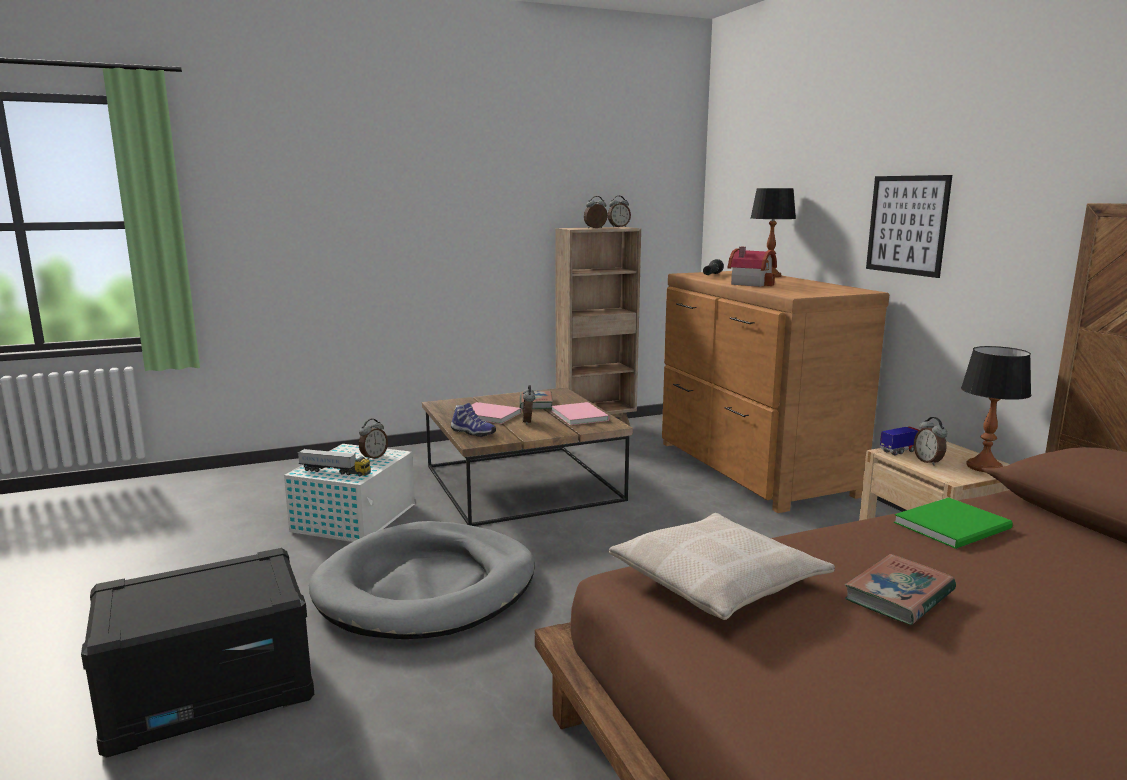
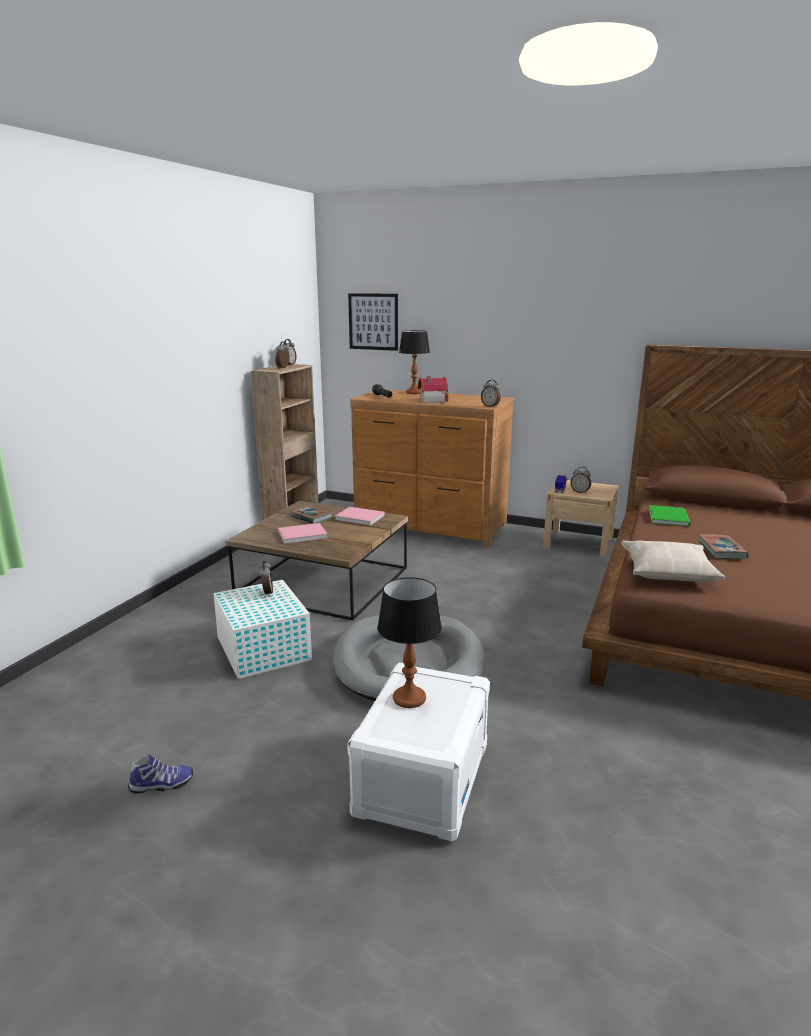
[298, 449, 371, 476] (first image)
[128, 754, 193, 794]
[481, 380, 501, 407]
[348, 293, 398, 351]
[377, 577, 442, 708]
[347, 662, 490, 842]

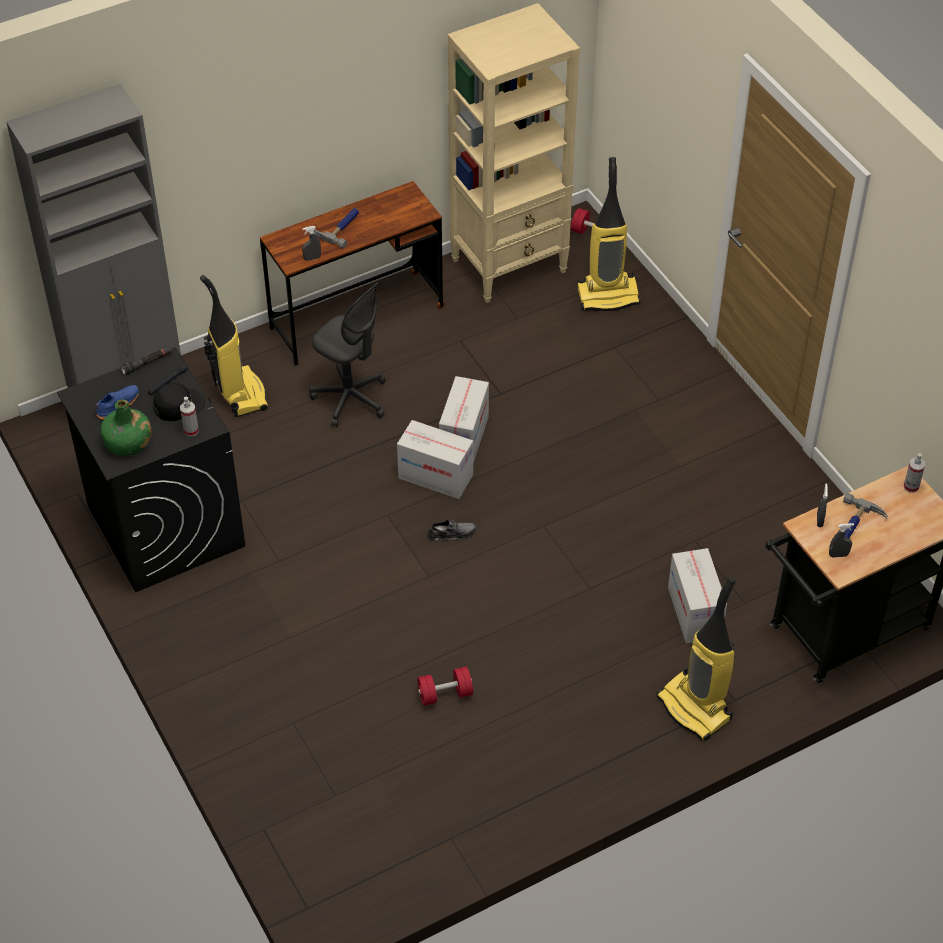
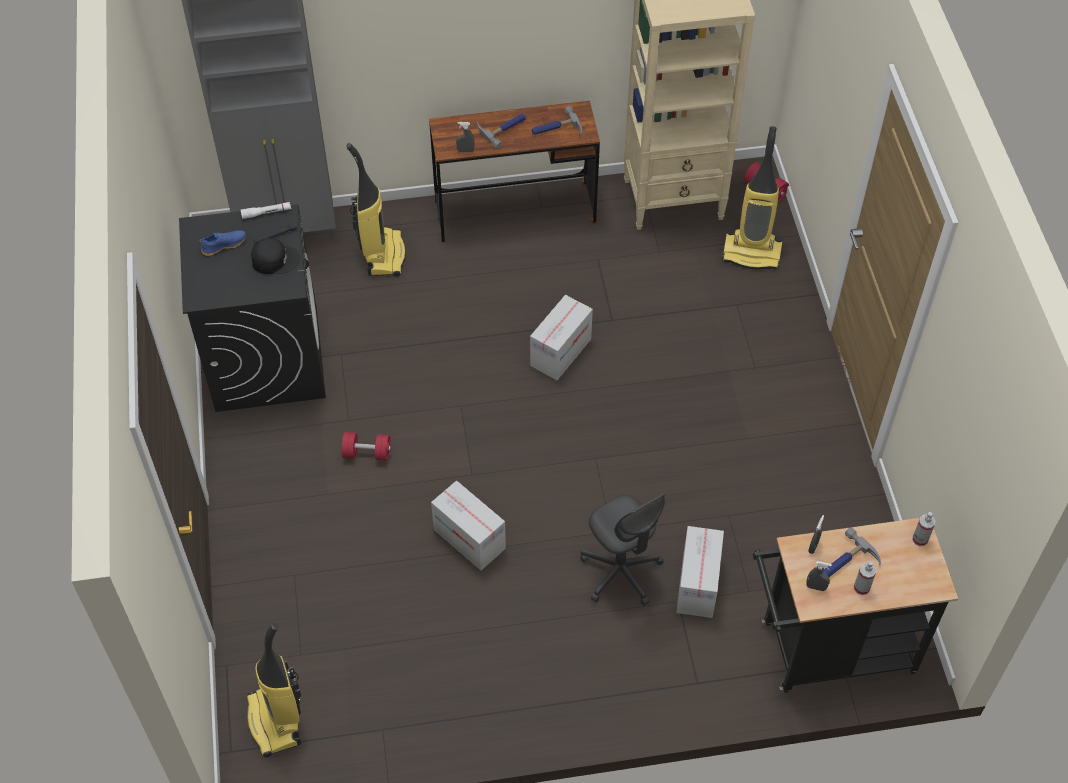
[100, 399, 151, 456] (first image)
[428, 518, 476, 541] (first image)
[532, 106, 582, 136]
[854, 561, 876, 595]
[580, 492, 666, 606]
[431, 481, 506, 570]
[342, 432, 391, 461]
[247, 623, 301, 757]
[241, 202, 291, 219]

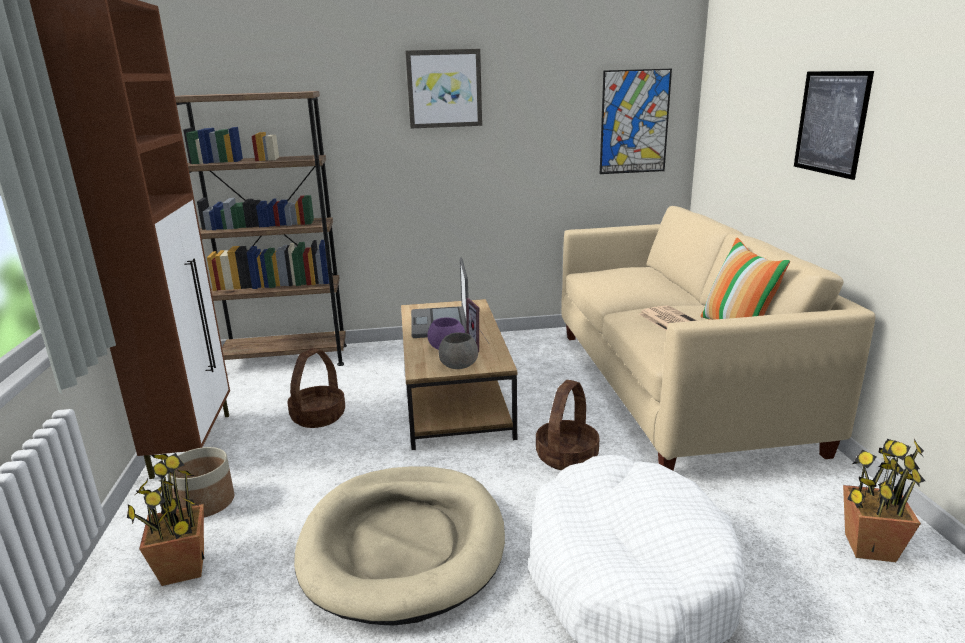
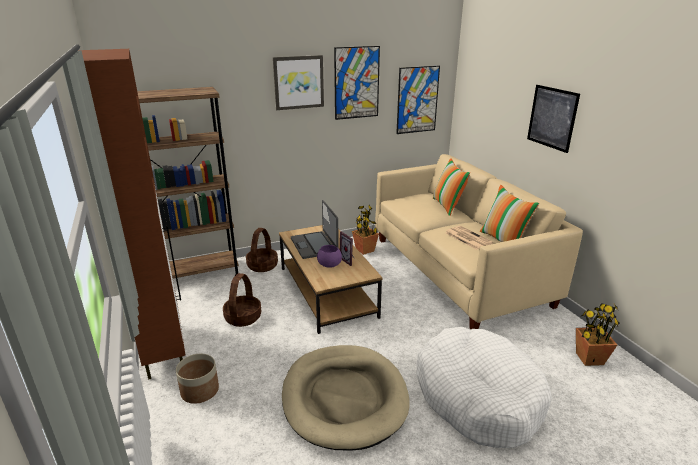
[438, 332, 478, 369] (first image)
[334, 46, 380, 120]
[433, 158, 470, 216]
[352, 205, 379, 255]
[246, 228, 278, 272]

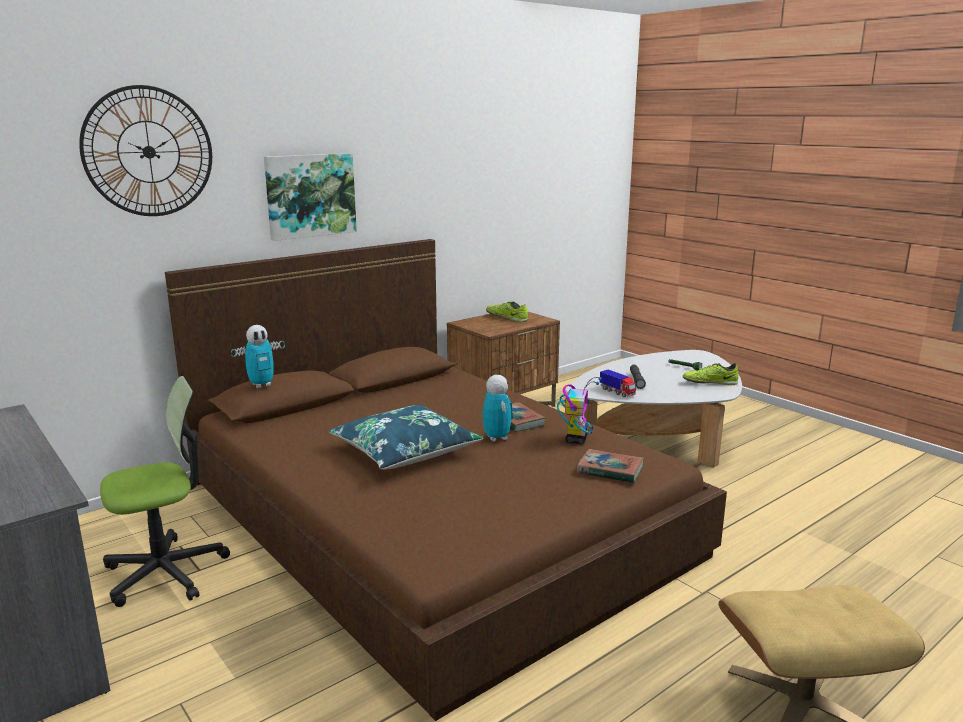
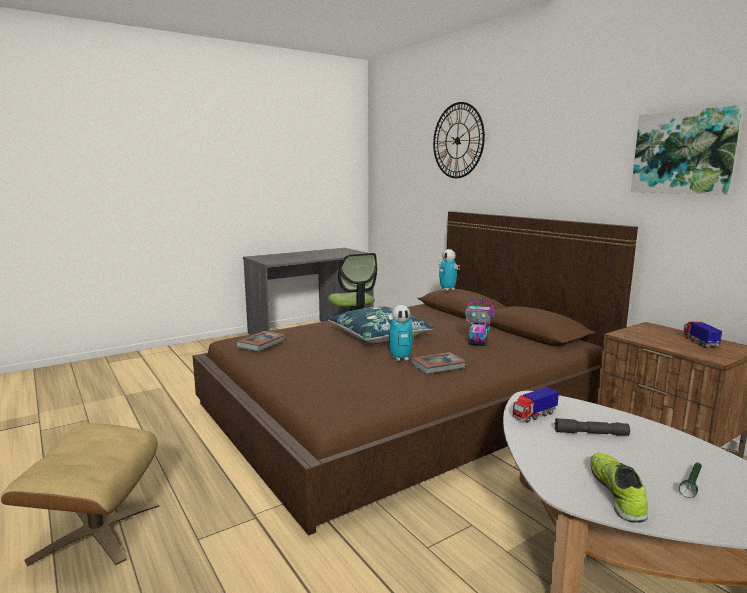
[631, 105, 743, 195]
[465, 297, 495, 346]
[236, 331, 285, 352]
[684, 322, 722, 348]

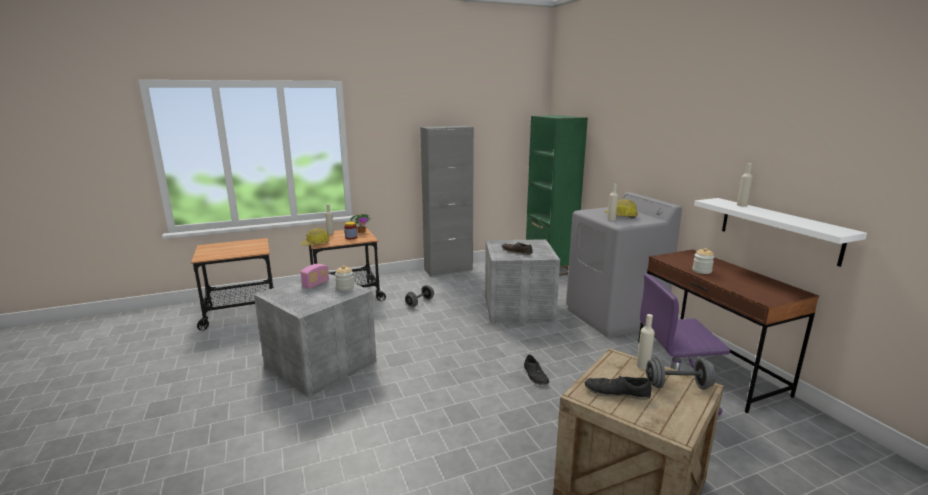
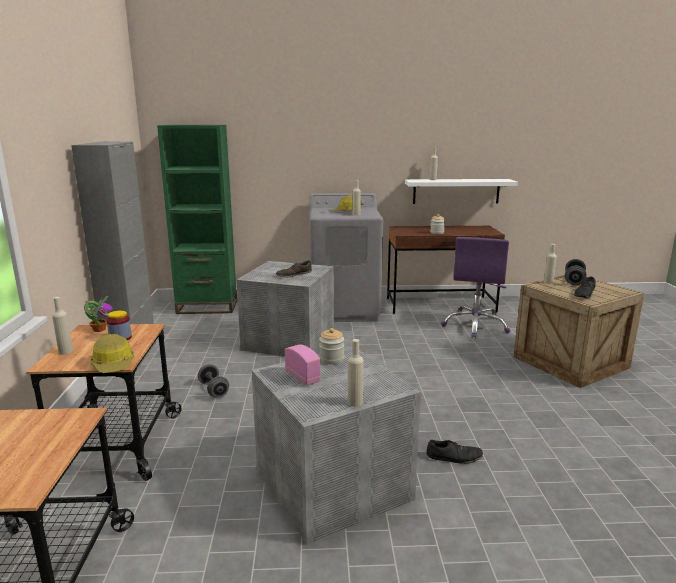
[347, 339, 364, 407]
[426, 440, 483, 464]

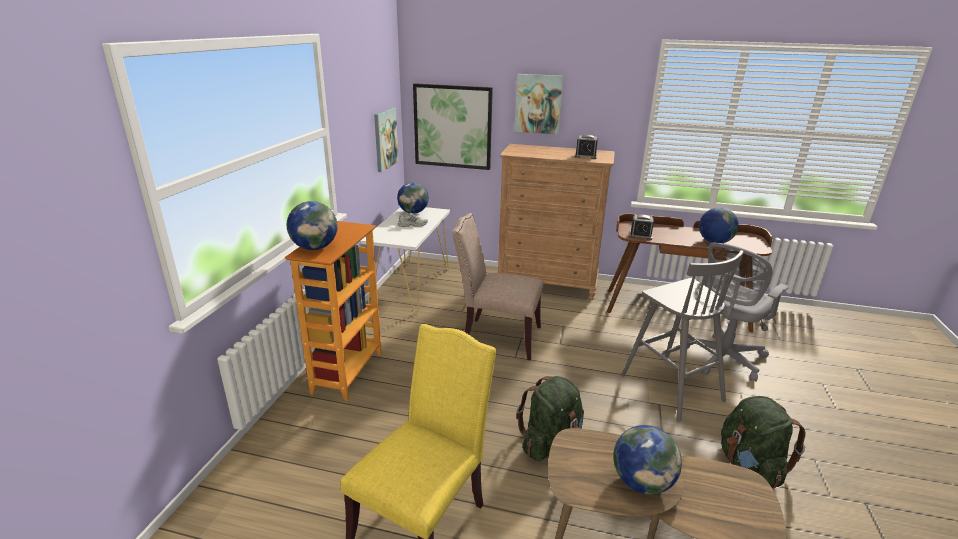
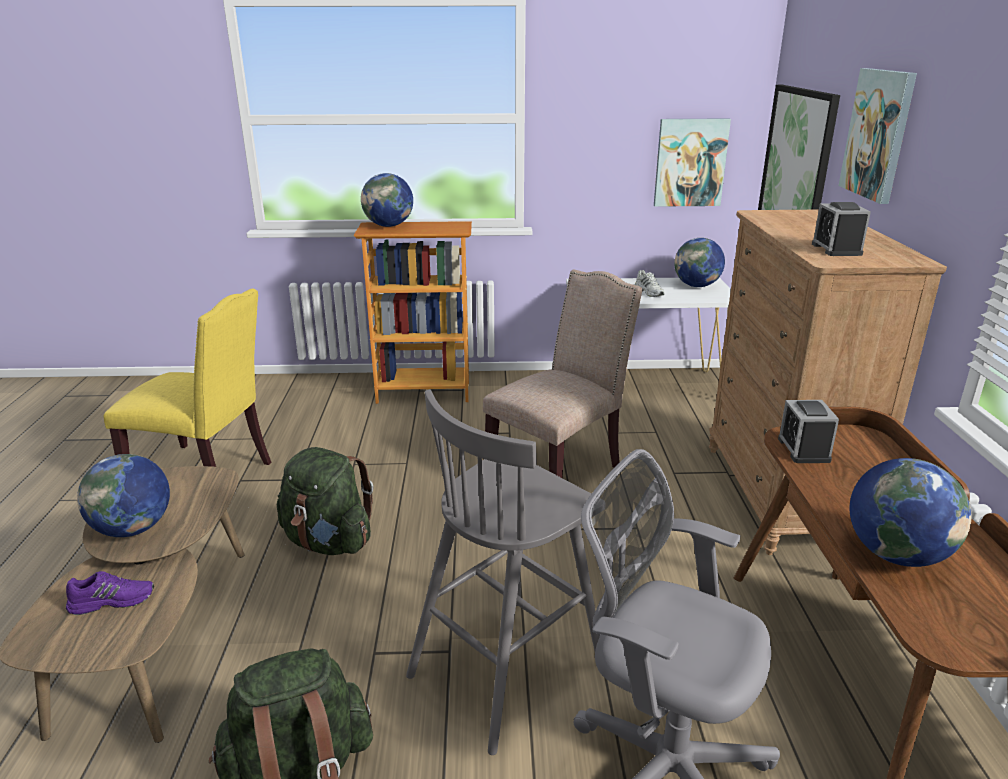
[66, 571, 154, 615]
[483, 270, 642, 478]

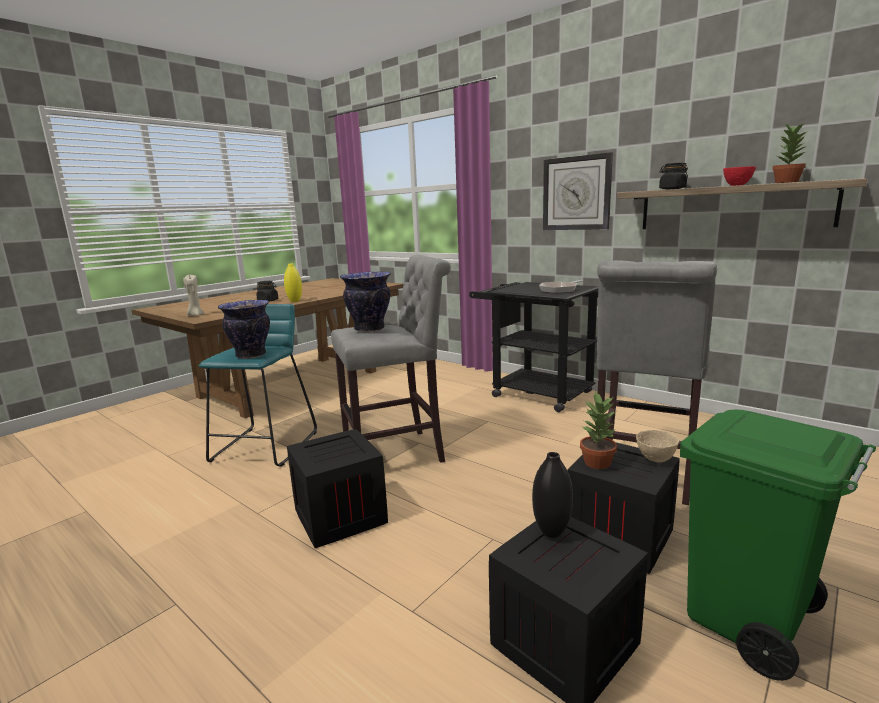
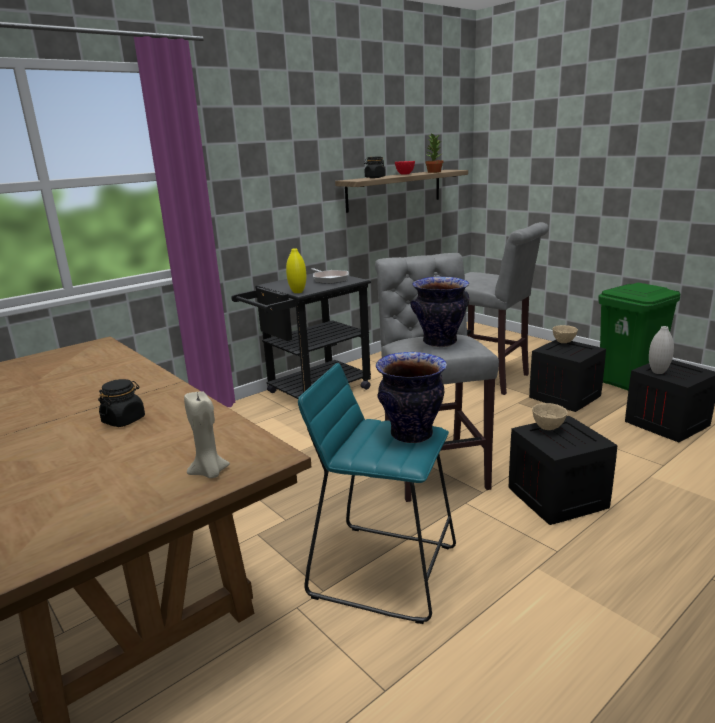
[543, 152, 613, 230] (first image)
[580, 391, 617, 469] (first image)
[532, 403, 567, 430]
[286, 248, 306, 293]
[649, 326, 674, 374]

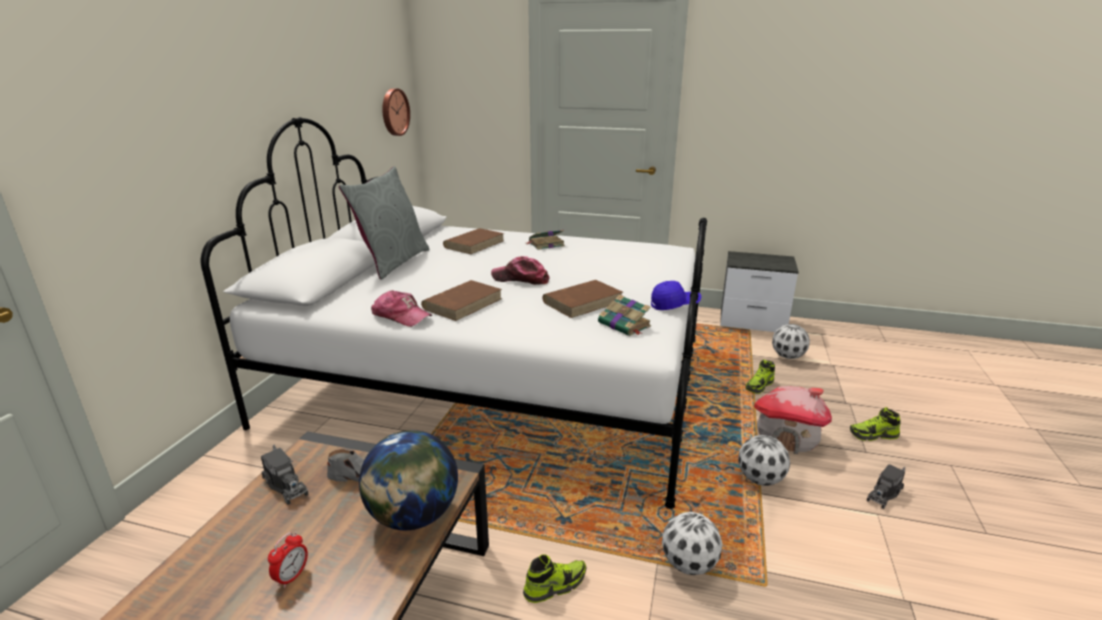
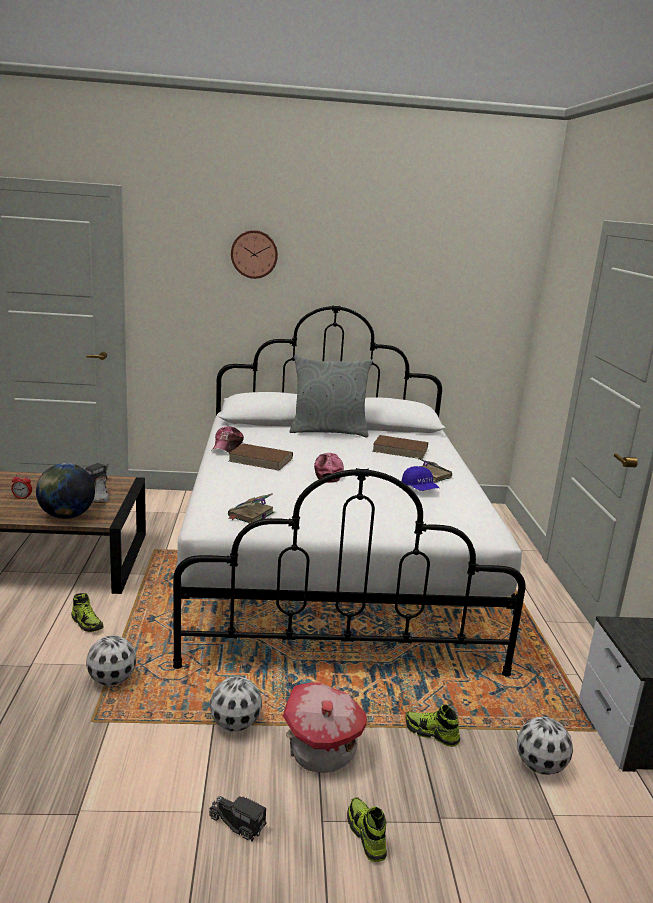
[542, 280, 623, 318] (first image)
[231, 230, 278, 279]
[401, 466, 440, 491]

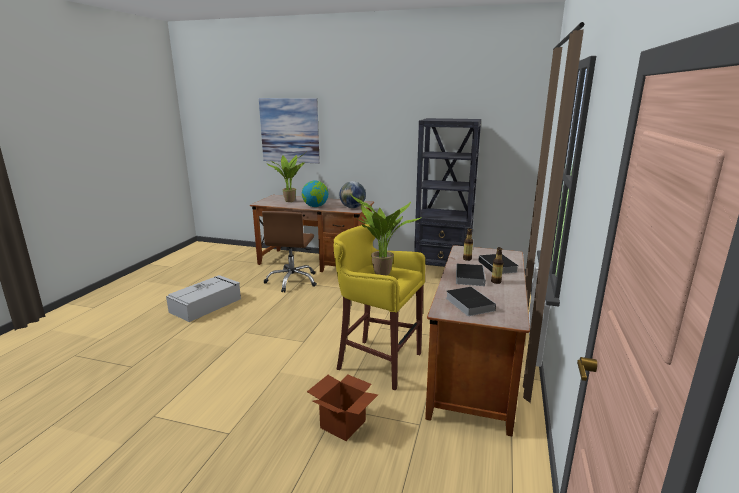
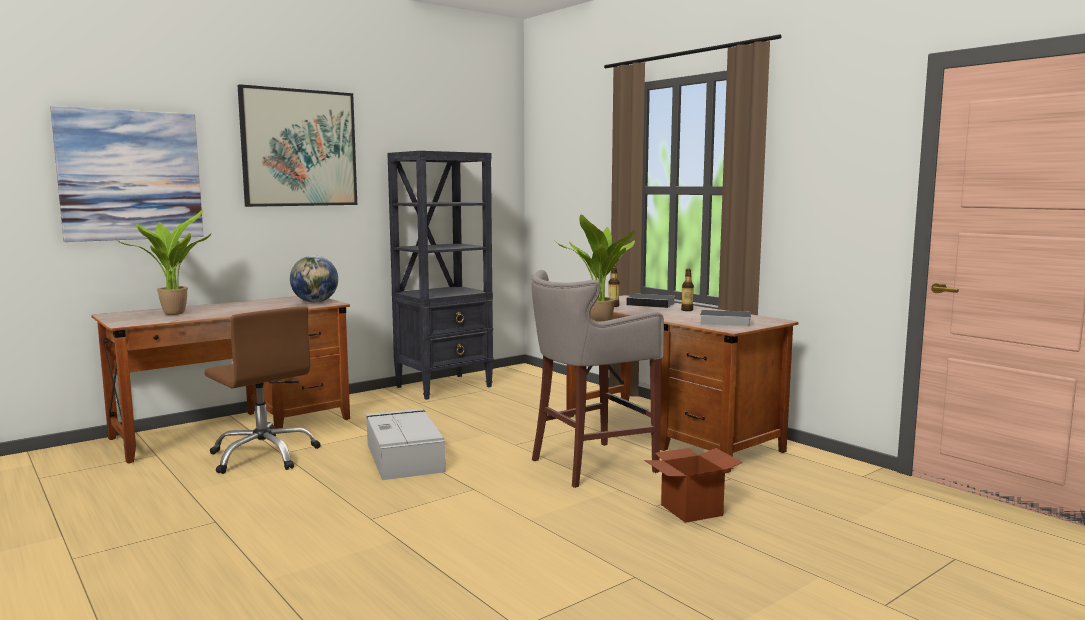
[302, 181, 328, 207] (first image)
[456, 264, 485, 286] (first image)
[237, 84, 357, 207]
[366, 409, 445, 480]
[532, 270, 664, 488]

